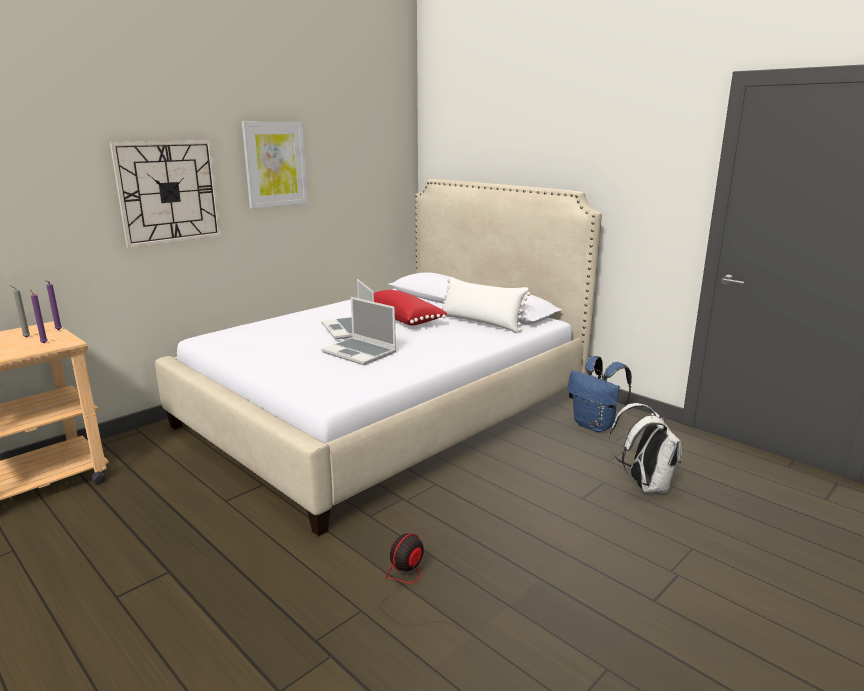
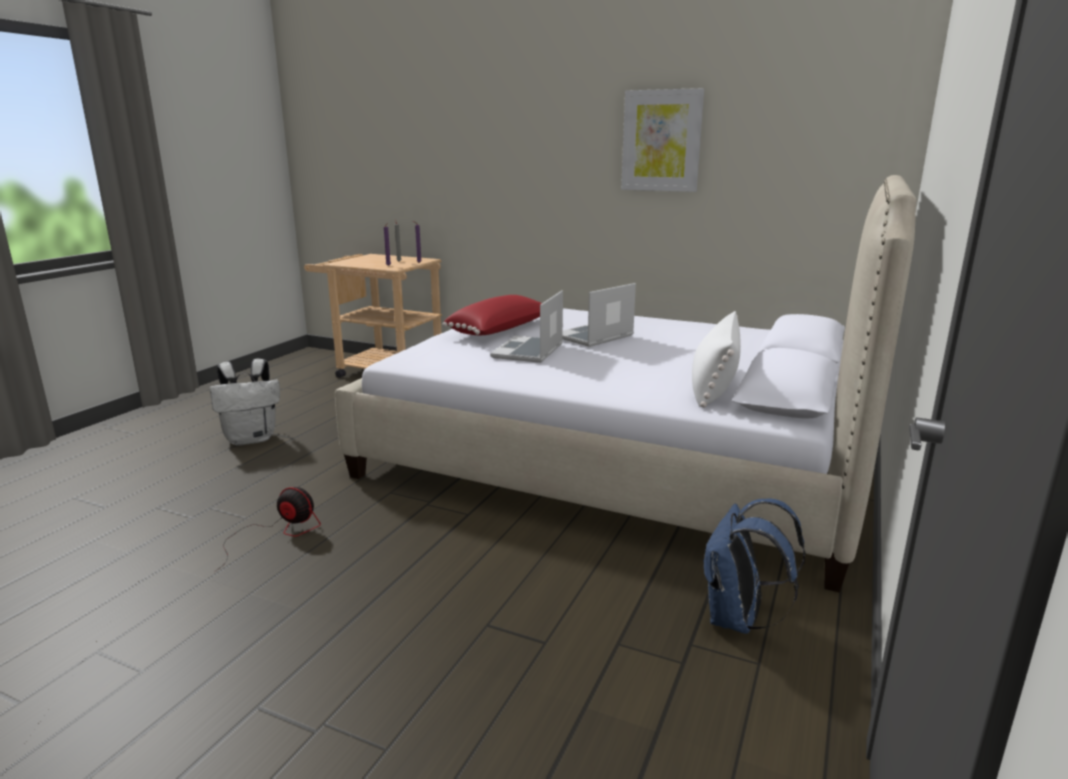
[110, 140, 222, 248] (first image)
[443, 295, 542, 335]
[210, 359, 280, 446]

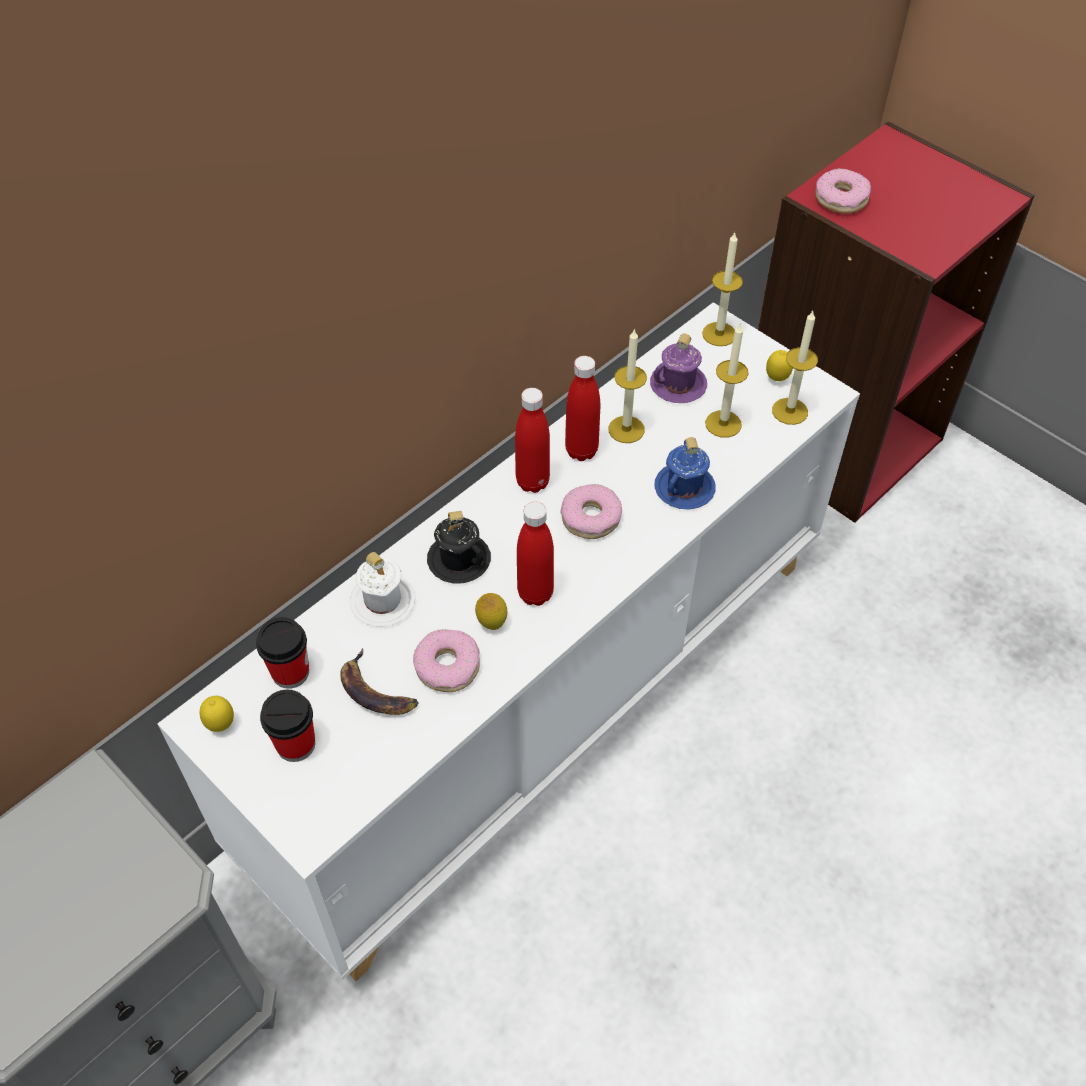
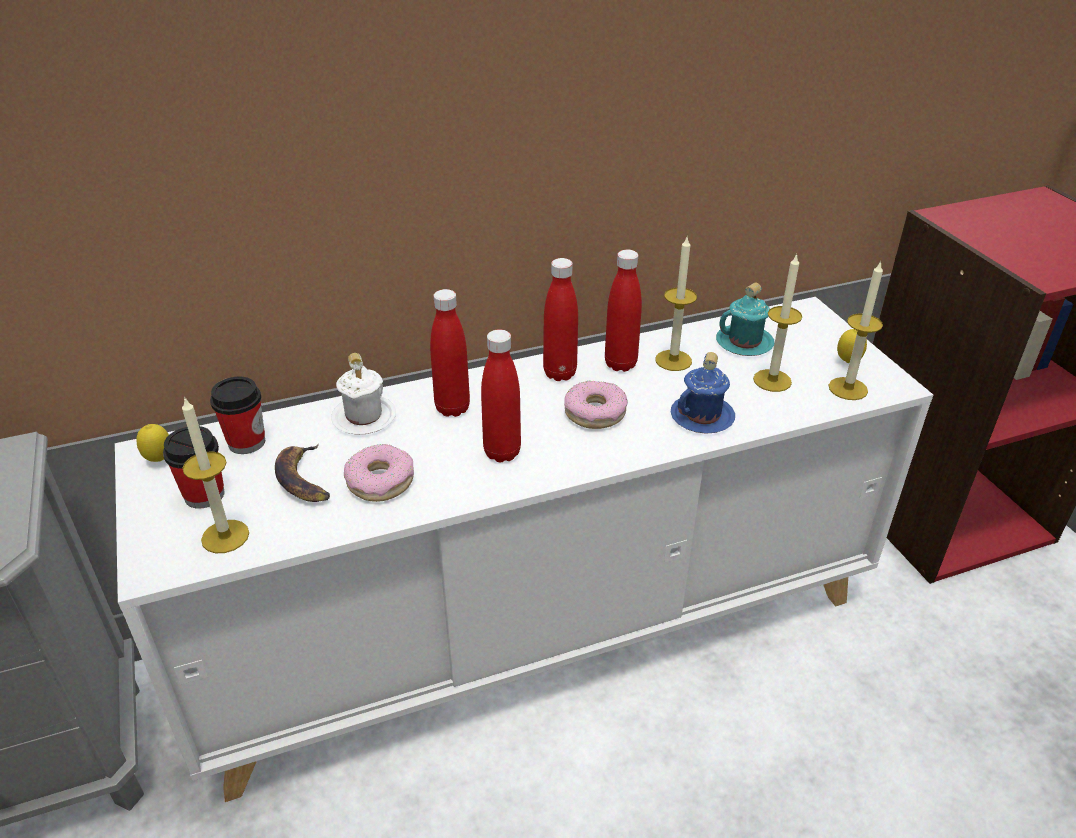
[475, 593, 507, 630] (first image)
[815, 168, 871, 214] (first image)
[182, 396, 249, 553]
[430, 289, 470, 417]
[716, 283, 774, 356]

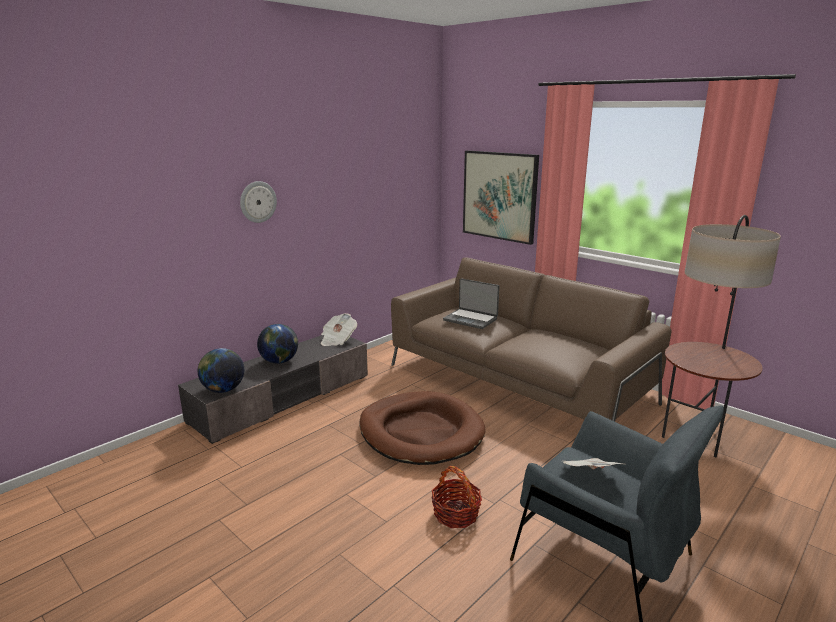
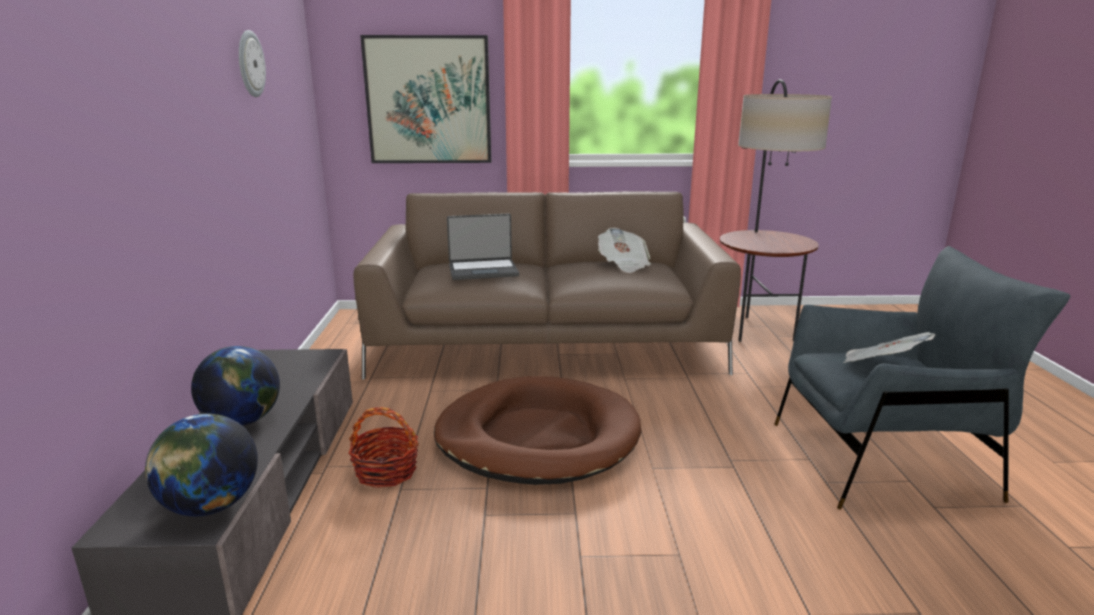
[239, 30, 266, 97]
[598, 228, 651, 273]
[348, 407, 419, 488]

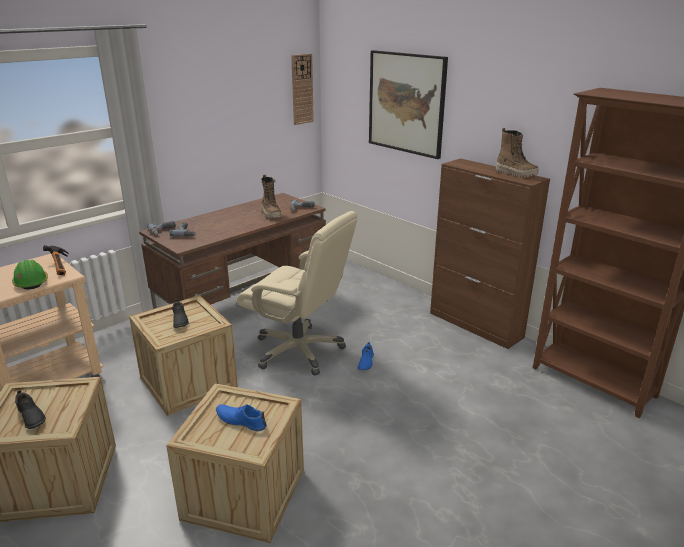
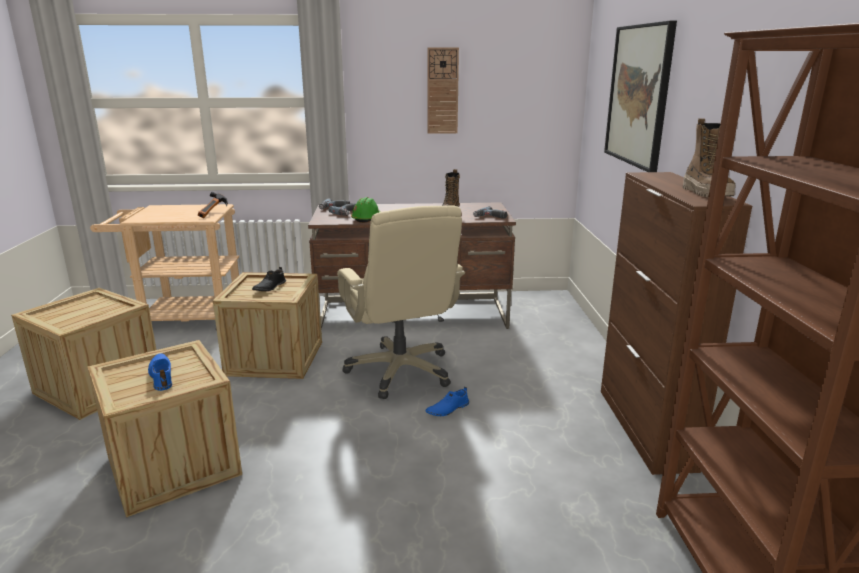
[15, 390, 46, 429] (first image)
[351, 197, 381, 223]
[428, 48, 459, 134]

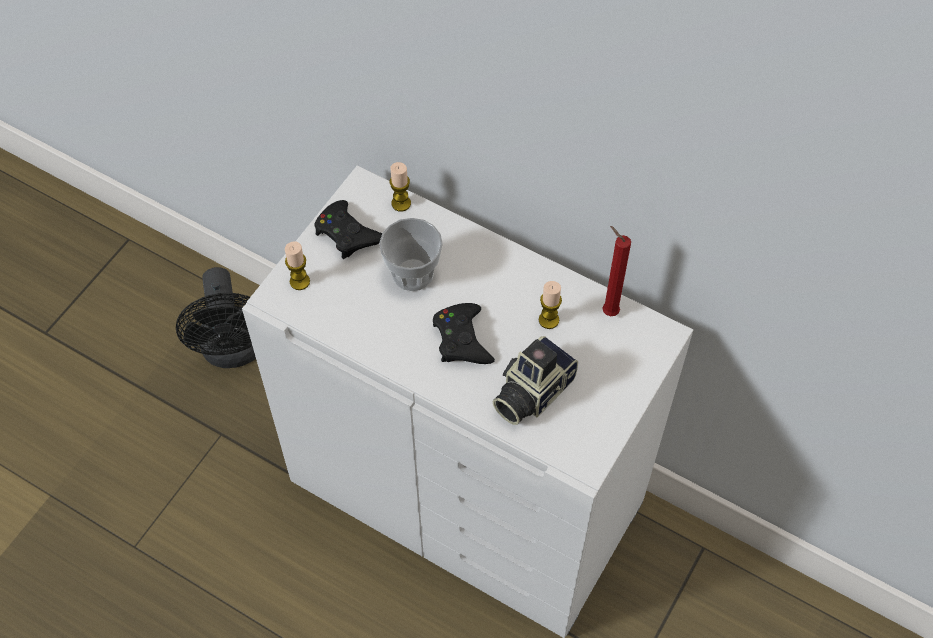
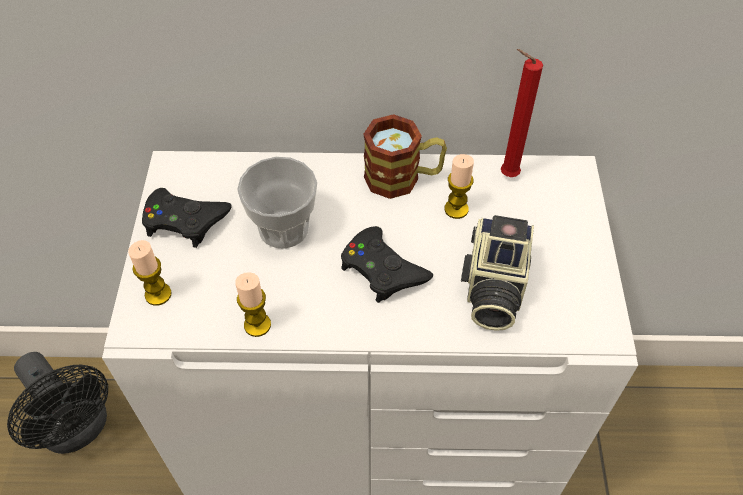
[363, 114, 447, 199]
[235, 272, 271, 337]

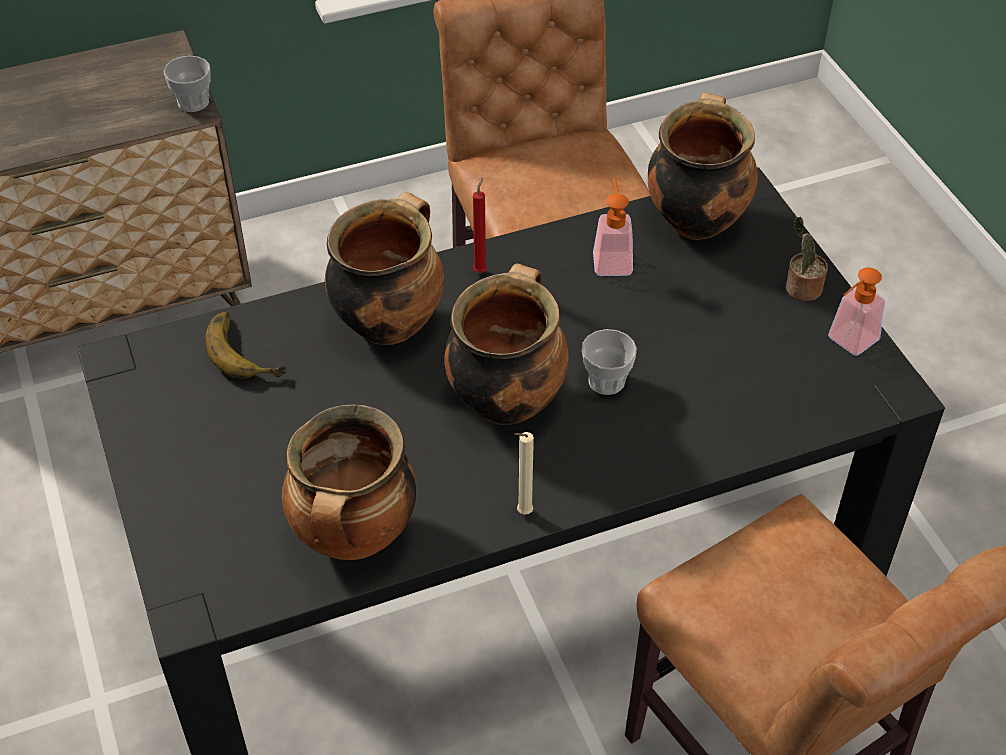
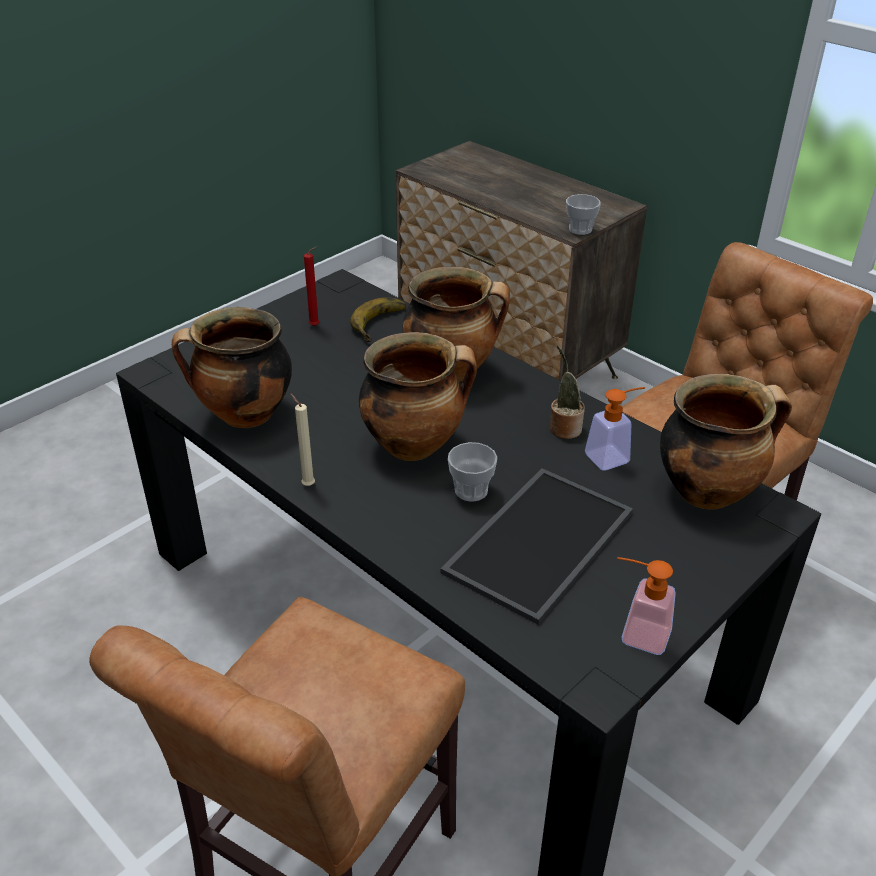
[441, 468, 633, 625]
[304, 246, 319, 326]
[550, 345, 585, 439]

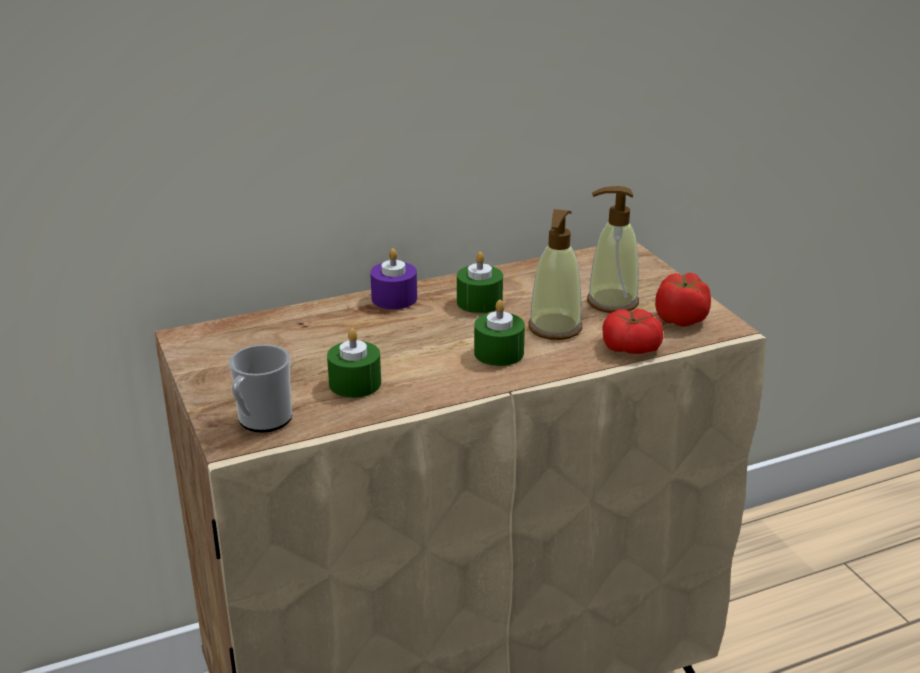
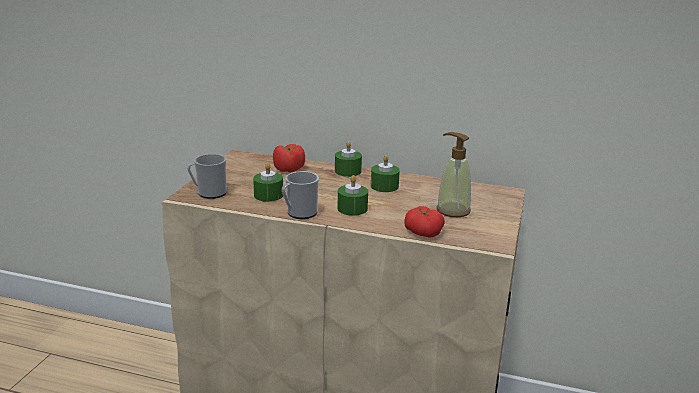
[528, 209, 582, 340] (first image)
[282, 171, 319, 219]
[273, 144, 305, 172]
[335, 141, 362, 177]

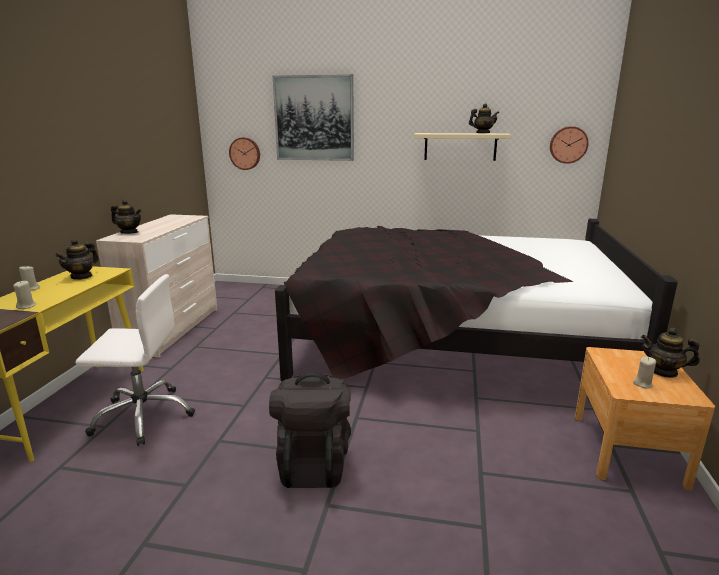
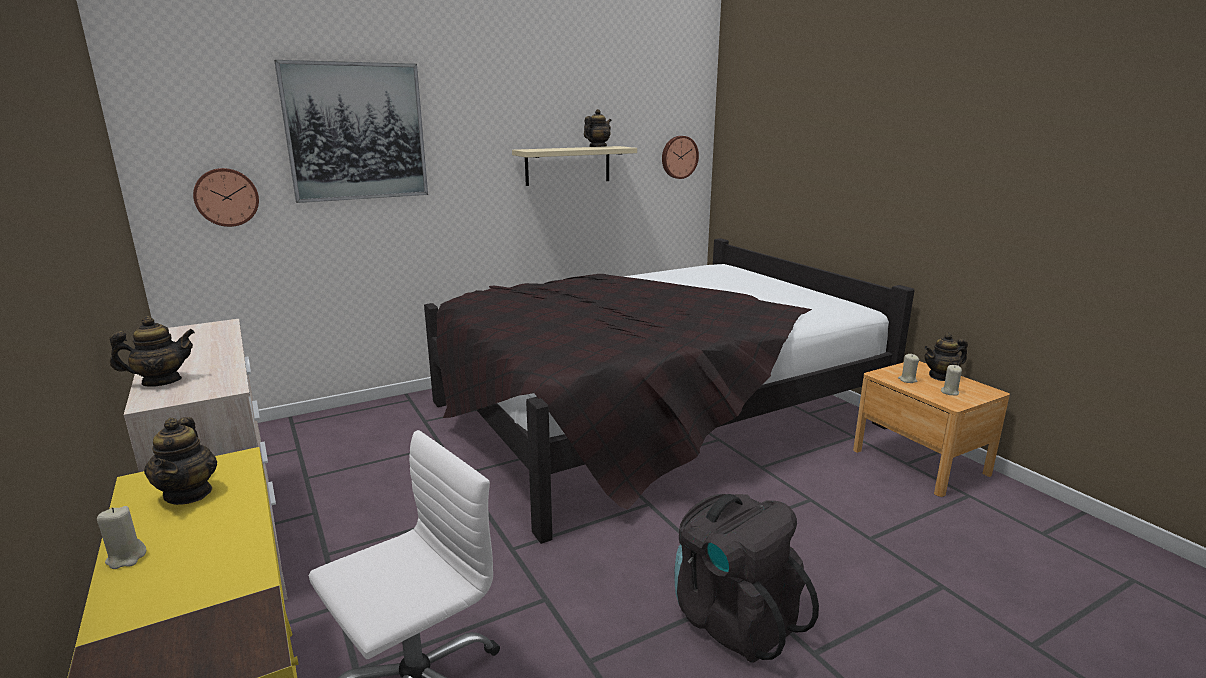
[898, 354, 919, 383]

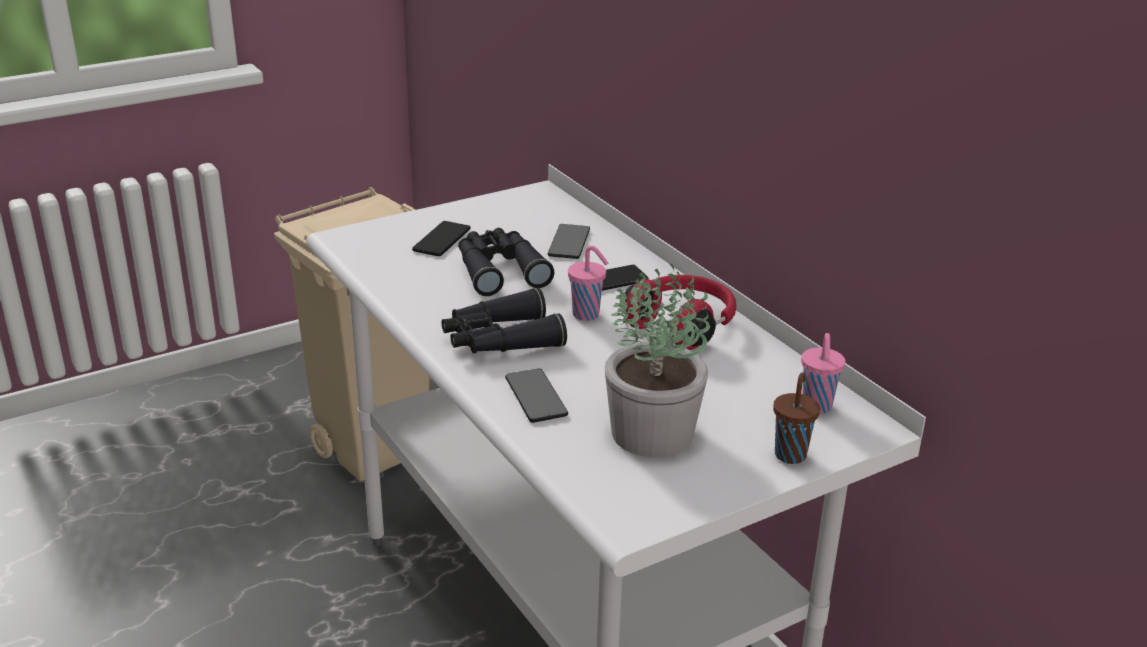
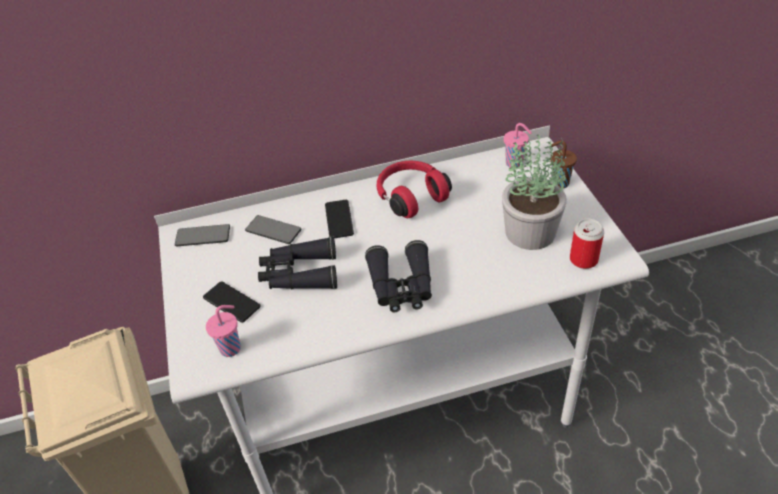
[570, 218, 604, 269]
[175, 224, 230, 247]
[206, 305, 241, 357]

